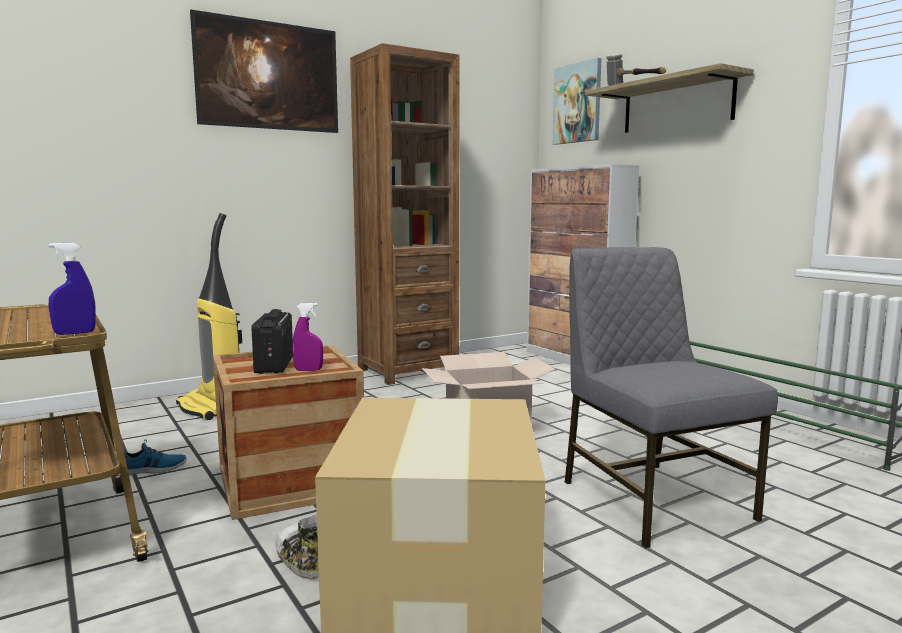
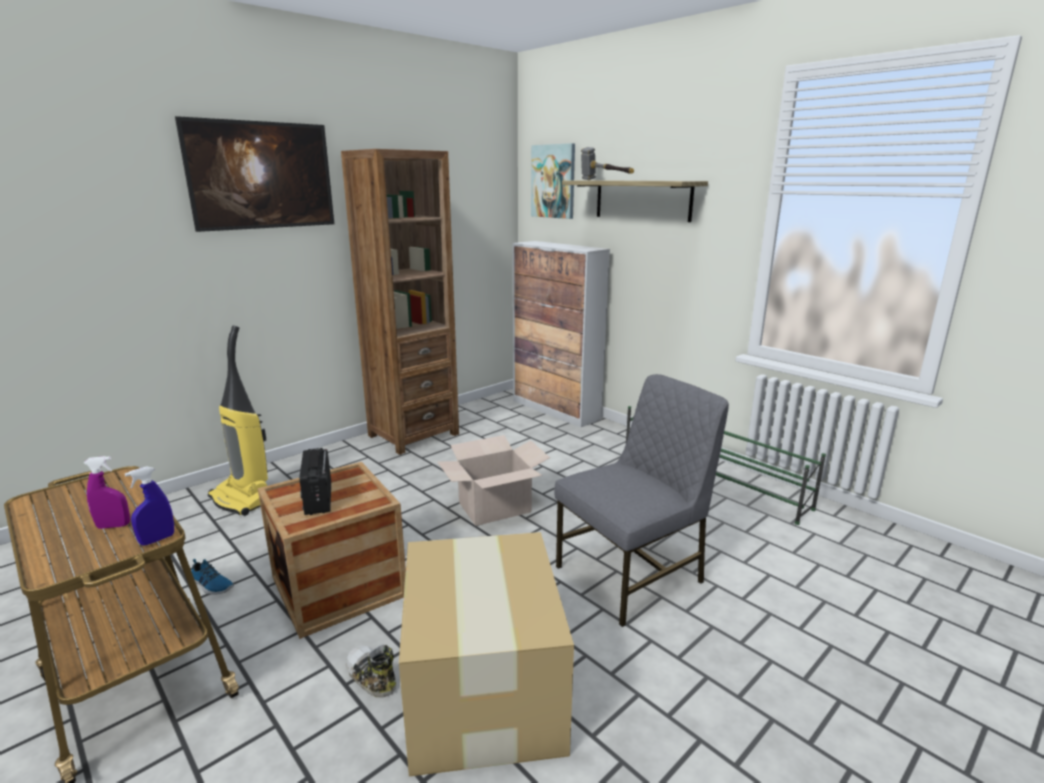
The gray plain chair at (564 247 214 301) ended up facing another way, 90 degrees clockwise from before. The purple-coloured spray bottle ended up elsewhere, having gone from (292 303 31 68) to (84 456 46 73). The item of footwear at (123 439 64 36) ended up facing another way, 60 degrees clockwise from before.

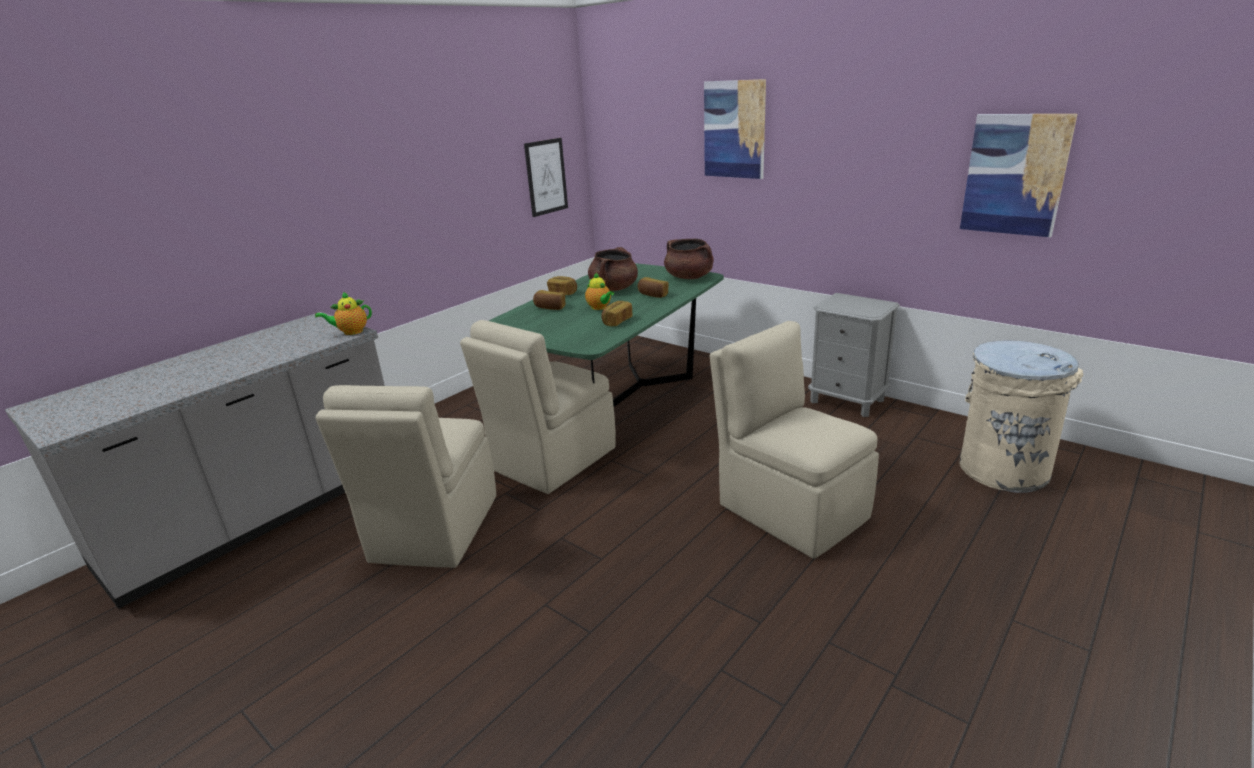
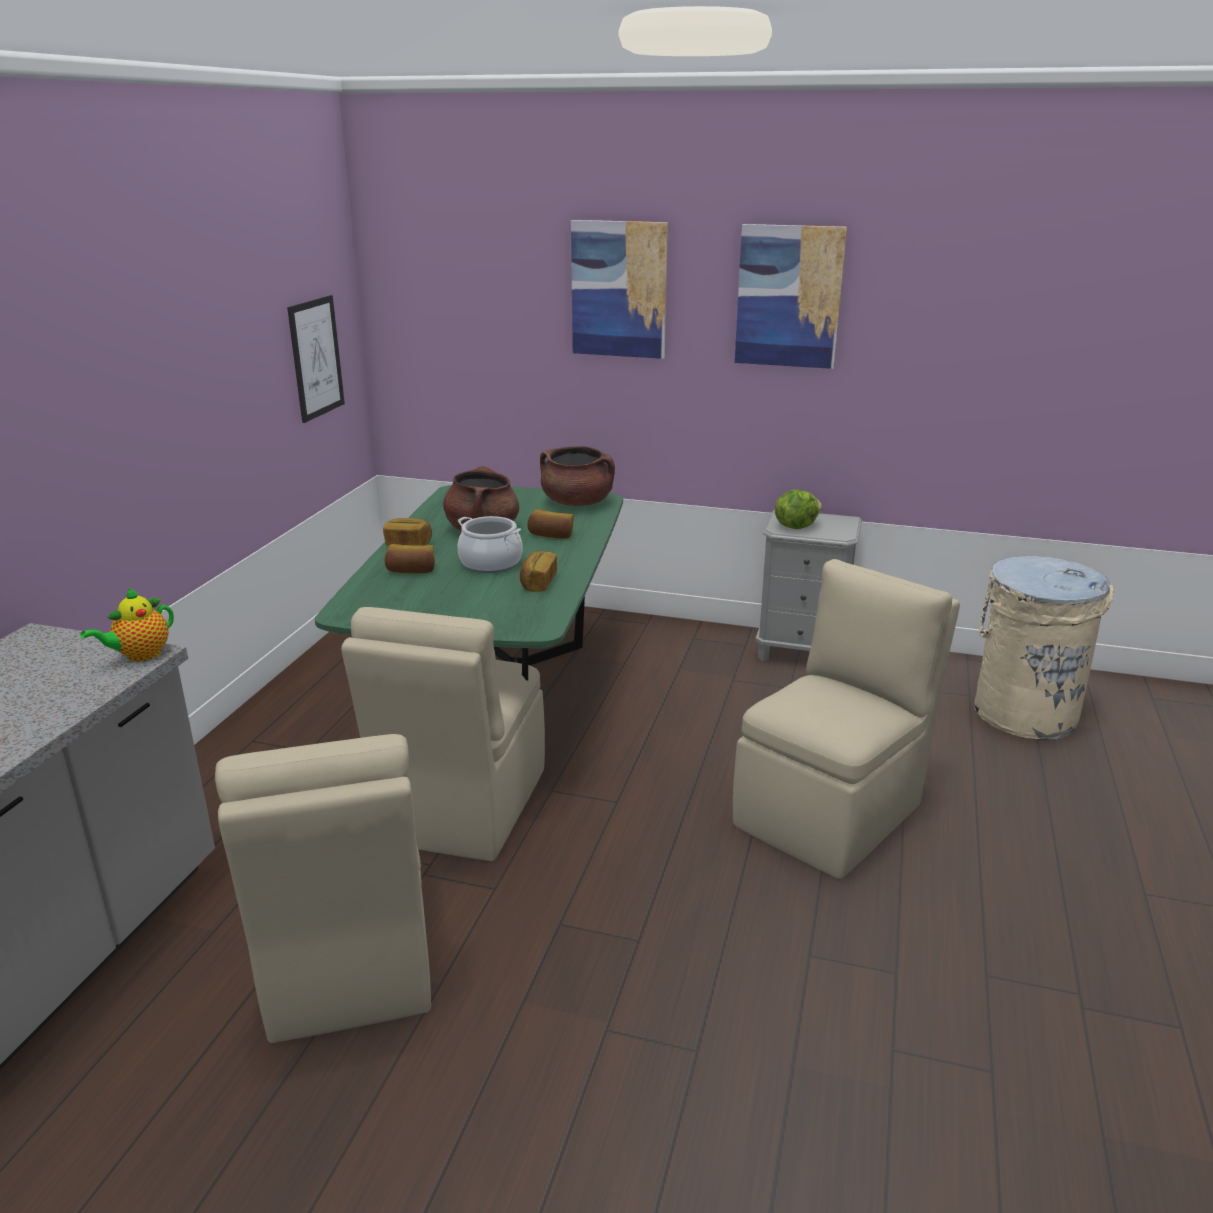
The picture ended up elsewhere, having gone from (960 114 117 123) to (735 224 112 145). Where the teapot stood at (585 272 29 38), the saucepot came to stand at (458 516 65 57). The sand-coloured plain chair at (710 321 169 237) ended up facing another way, 105 degrees clockwise from before. The second view gained the lettuce head at (775 490 47 39).

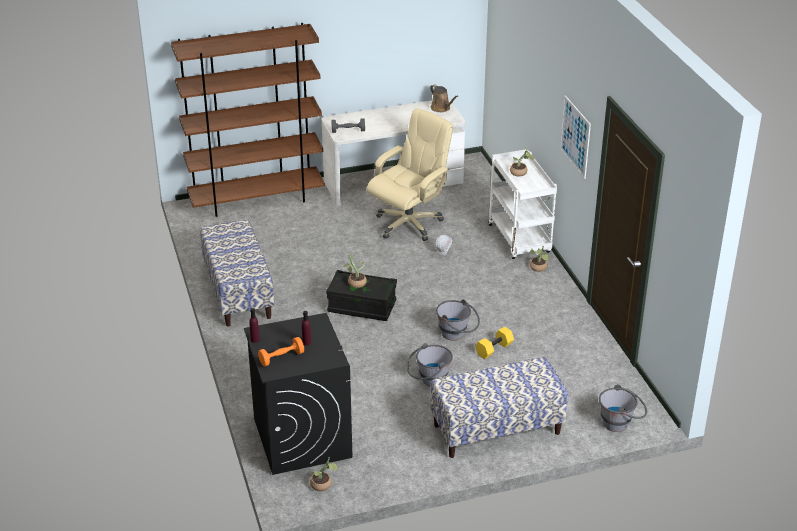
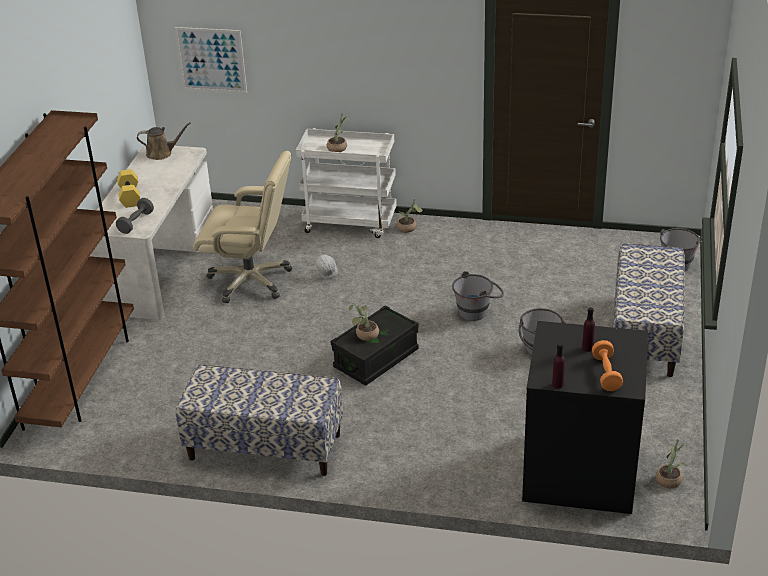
The picture ended up elsewhere, having gone from (560 95 31 84) to (175 27 72 66). The sand-coloured computer chair at (367 108 86 133) ended up facing another way, 120 degrees clockwise from before. The yellow hand weight ended up elsewhere, having gone from (475 327 39 32) to (117 169 23 39).

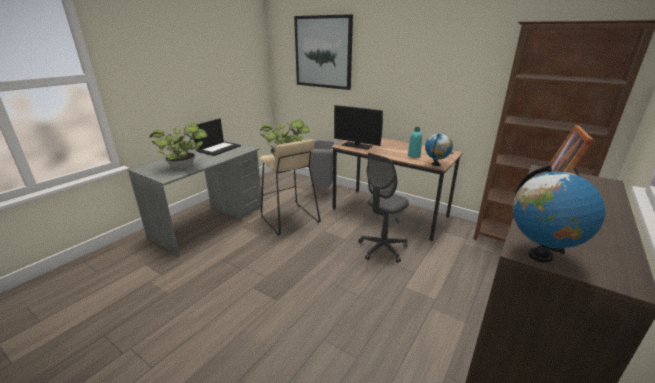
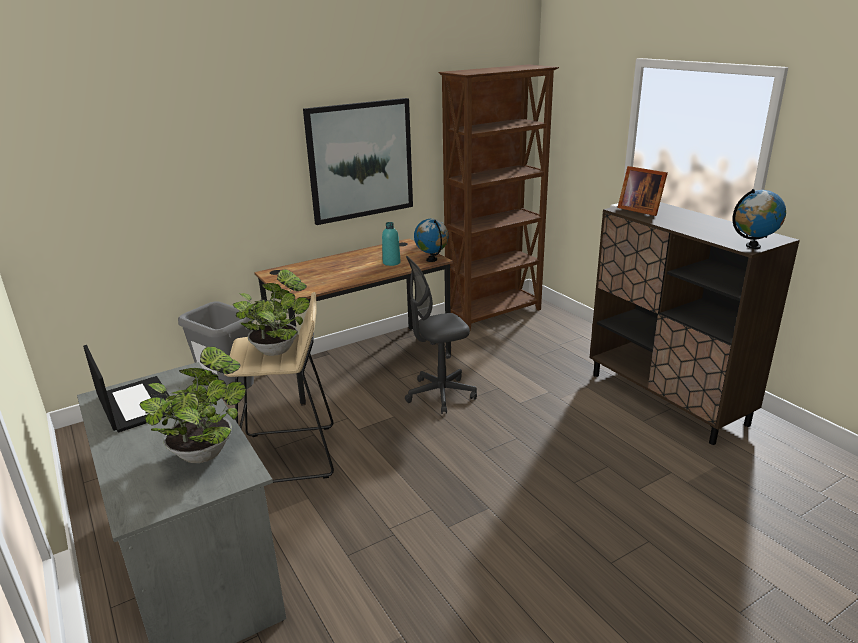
The picture ended up elsewhere, having gone from (294 14 59 76) to (303 98 110 127). The second view lost the monitor at (334 105 49 45). The gray computer chair at (358 153 51 110) ended up facing another way, 90 degrees clockwise from before.

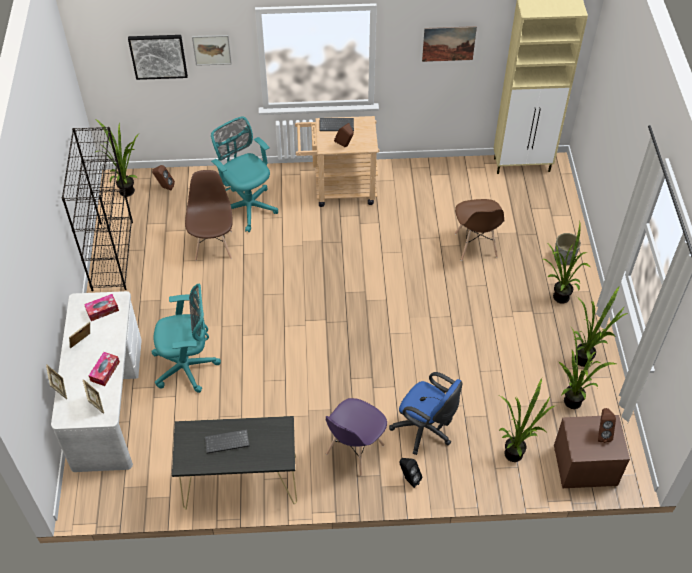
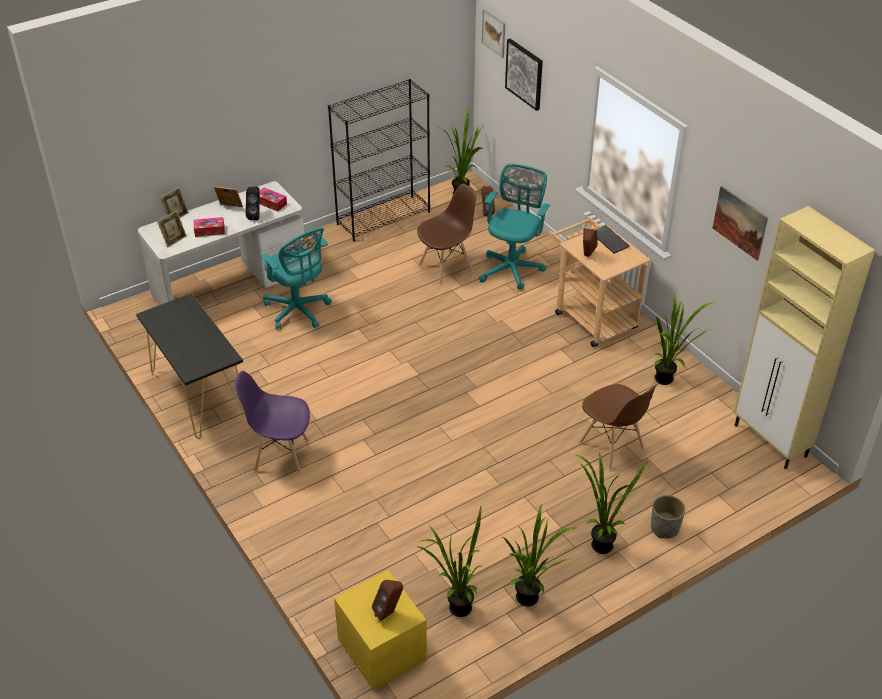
The picture ended up elsewhere, having gone from (192 35 40 31) to (482 9 23 49). The brown-coloured plain chair at (455 199 50 62) ended up facing another way, 90 degrees counterclockwise from before. The second view lost the blue-coloured computer chair at (389 372 73 83). The plant in a pot ended up elsewhere, having gone from (499 378 57 84) to (654 294 58 91). What was the brown-coloured bedside table at (554 415 76 73) turned into the yellow bedside table at (334 570 93 121). The second view lost the keyboard at (205 429 44 25). The blackish loudspeaker ended up elsewhere, having gone from (399 458 23 30) to (246 187 14 34).

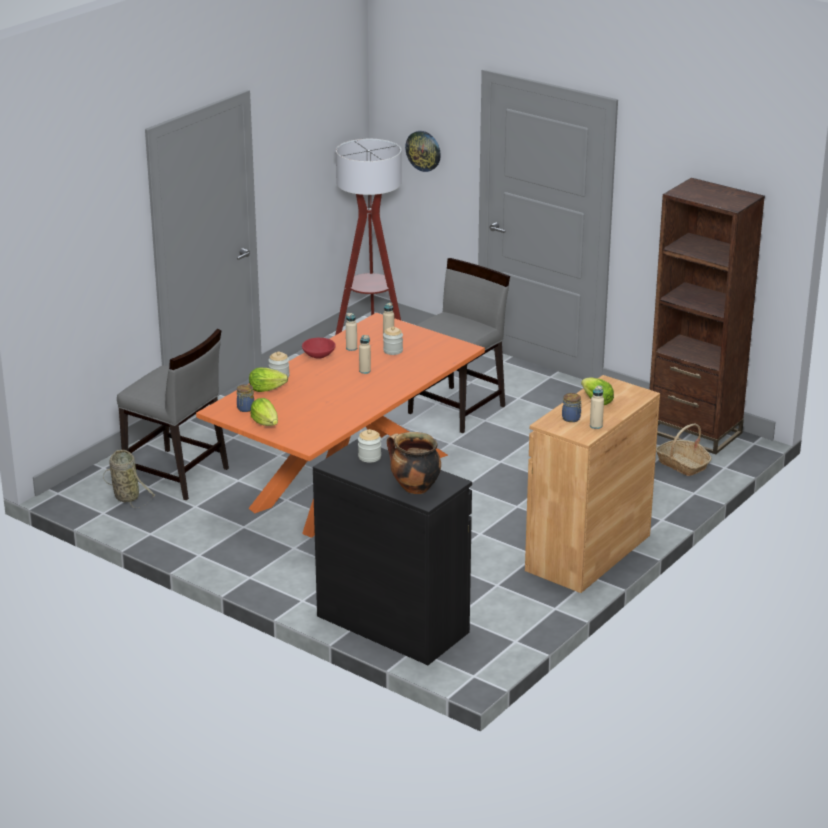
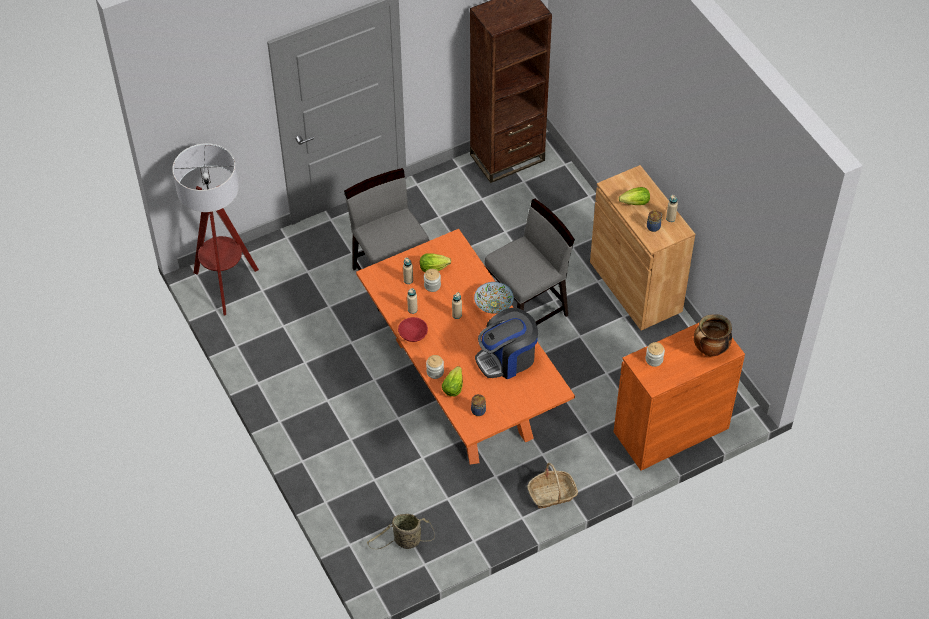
The second view lost the clock on the wall at (405 131 36 41). The gray plain chair ended up elsewhere, having gone from (117 329 112 172) to (485 199 90 126). The lettuce head ended up elsewhere, having gone from (251 398 27 28) to (420 253 31 19). The household basket ended up elsewhere, having gone from (656 423 55 53) to (528 463 50 46). What was the blackish storage cabinet at (313 439 159 226) turned into the orangey storage cabinet at (614 323 131 148). The second view gained the deep dish at (474 282 40 32). The second view gained the coffee brewer at (475 307 63 72).

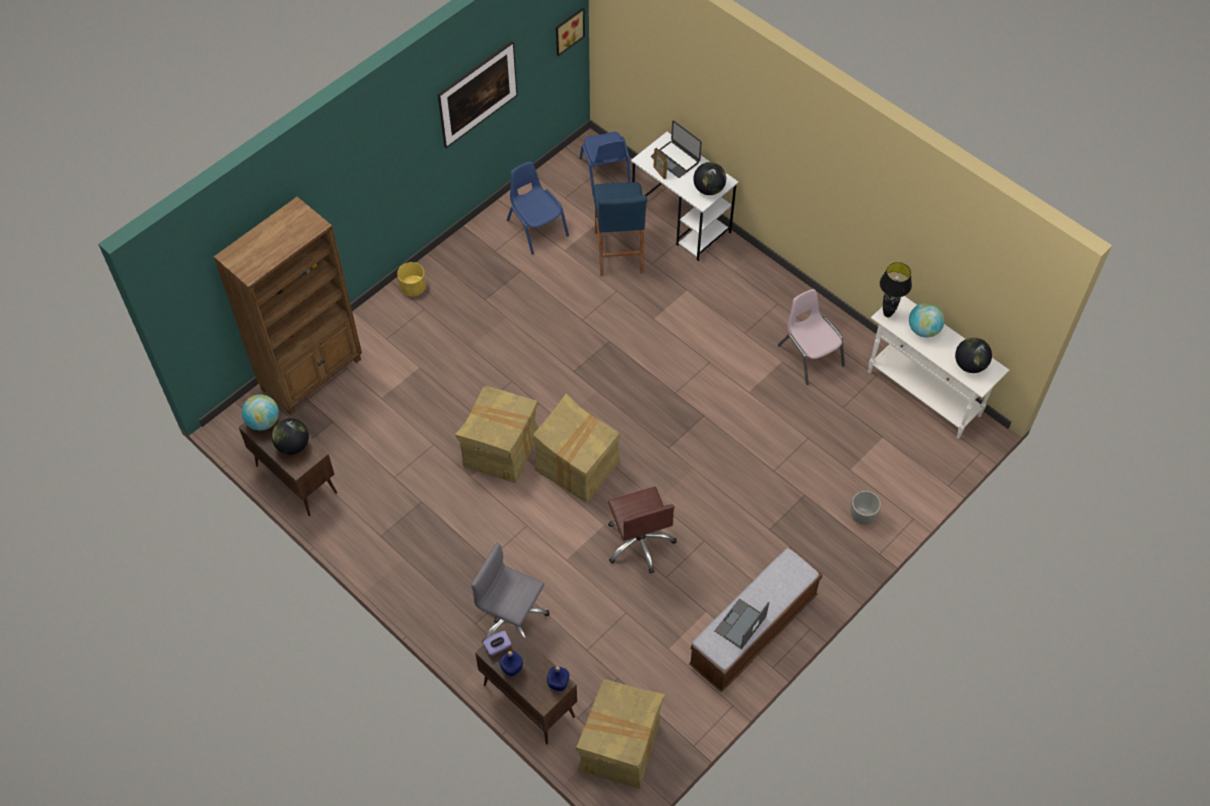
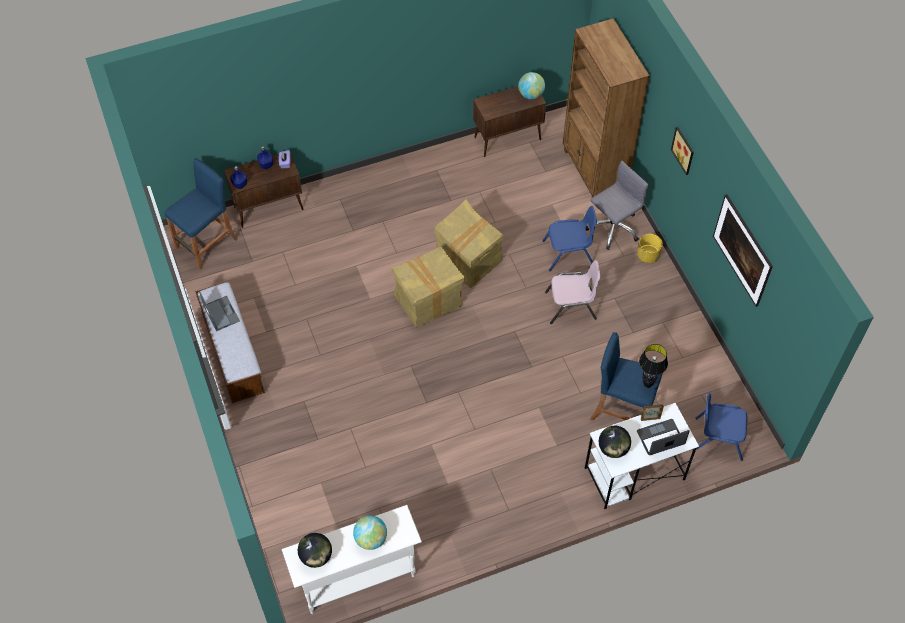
The picture ended up elsewhere, having gone from (556 8 29 48) to (671 127 23 48). The blue-coloured plain chair ended up elsewhere, having gone from (507 161 62 93) to (542 206 55 65). The blackish table lamp ended up elsewhere, having gone from (880 262 32 55) to (639 344 29 44). The pink plain chair ended up elsewhere, having gone from (778 289 67 96) to (545 260 55 64). The second view lost the globe at (272 418 37 37). The second view lost the brown-coloured computer chair at (608 487 69 87). The second view lost the plant pot at (850 491 31 34). The gray computer chair ended up elsewhere, having gone from (471 542 78 100) to (586 161 62 89). Where the cardboard box stood at (576 679 89 110), the blue-coloured sitting stool came to stand at (164 158 74 111).

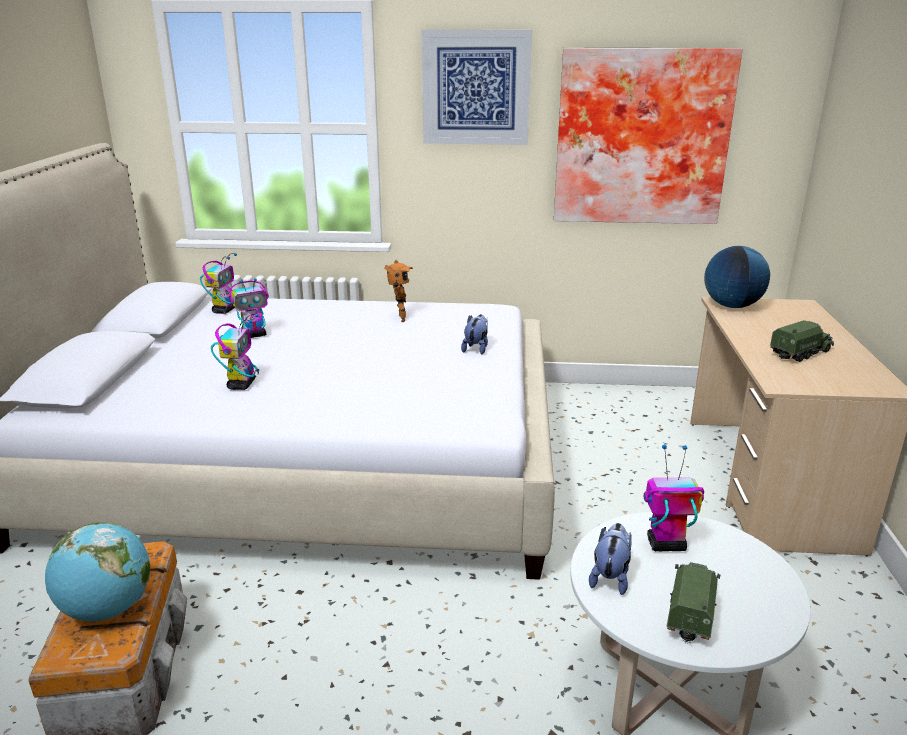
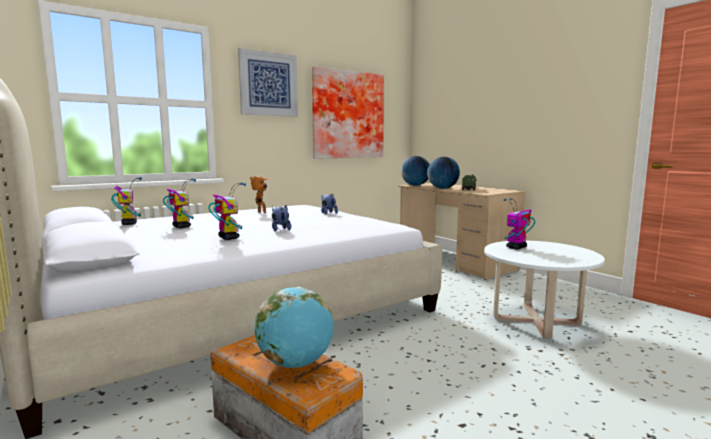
The robot figure at (230 278 39 60) ended up facing another way, 60 degrees counterclockwise from before. The cuddly toy ended up elsewhere, having gone from (589 523 43 72) to (272 205 19 27). The second view lost the toy lorry at (666 562 54 82). The second view gained the globe at (427 157 33 32).

